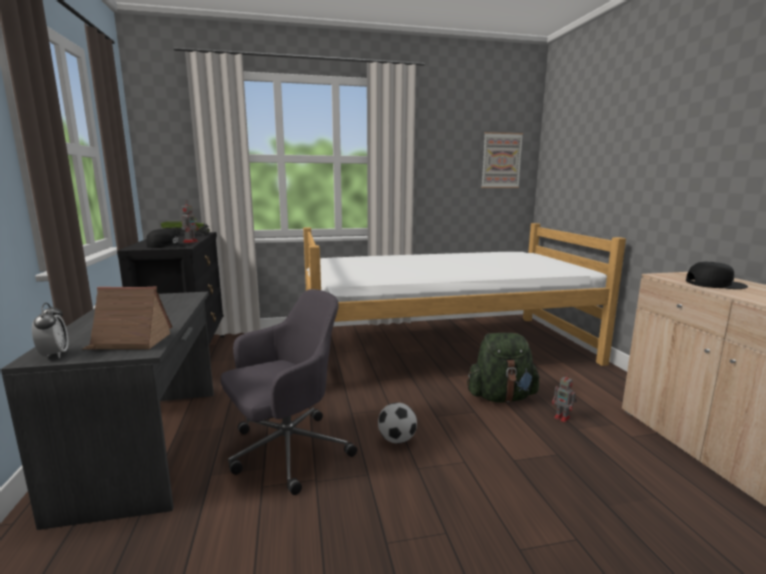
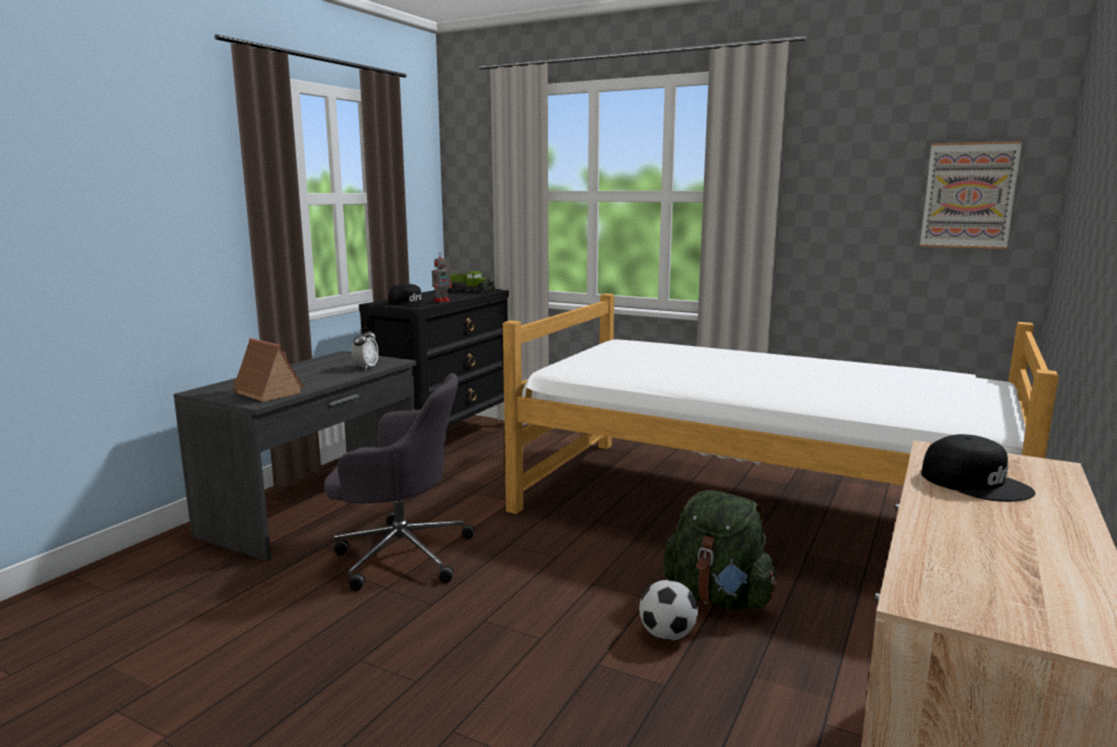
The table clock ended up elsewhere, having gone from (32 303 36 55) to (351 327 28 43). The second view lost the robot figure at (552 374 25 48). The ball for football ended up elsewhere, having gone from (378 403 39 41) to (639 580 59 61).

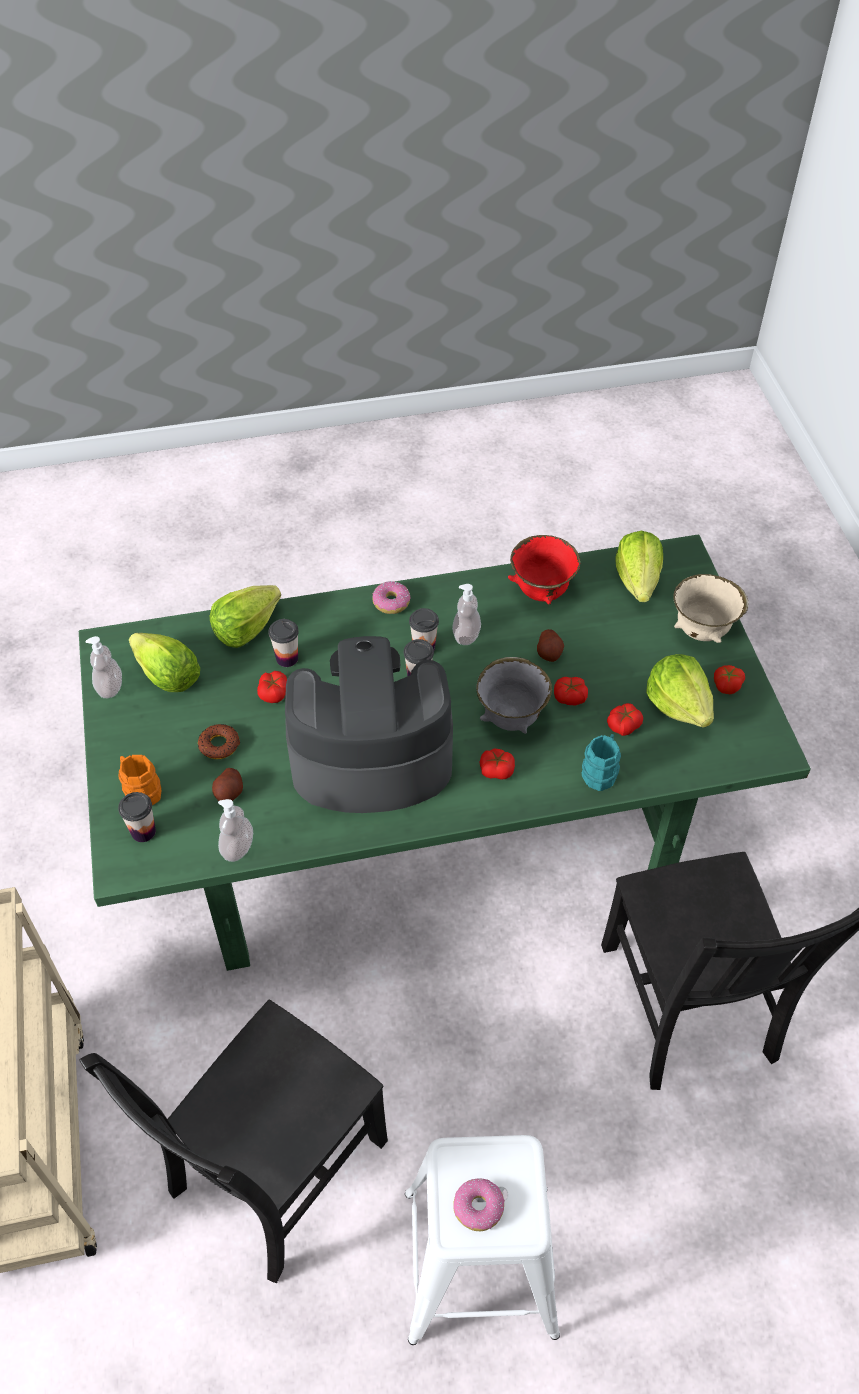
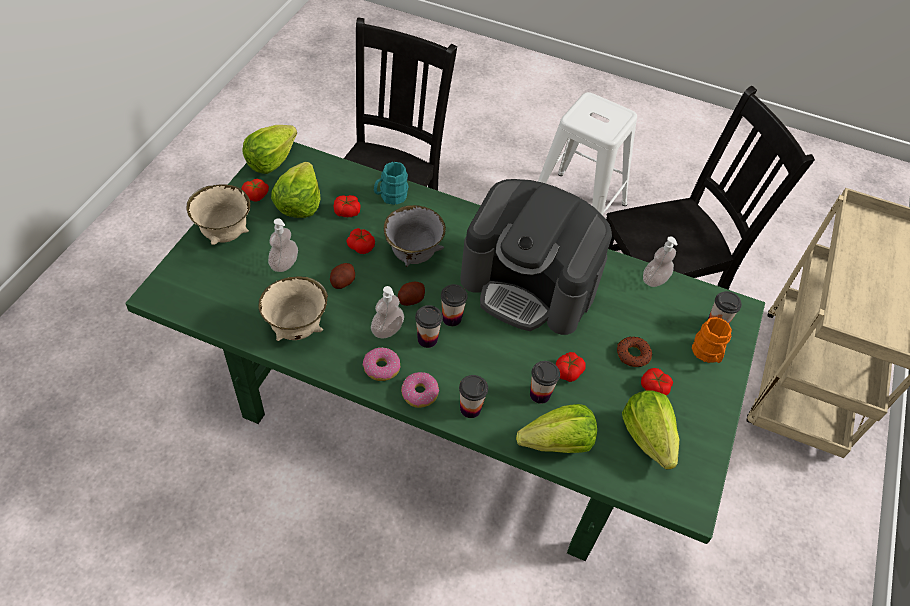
The lettuce head ended up elsewhere, having gone from (615 531 48 71) to (243 125 54 49). What was the red-coloured deep dish at (508 535 72 70) turned into the sand-coloured deep dish at (258 276 70 65). The soap bottle ended up elsewhere, having gone from (86 636 36 62) to (268 219 30 53). The whole tomato ended up elsewhere, having gone from (479 749 36 30) to (641 368 32 28). The whole potato ended up elsewhere, having gone from (212 768 31 33) to (398 281 27 25). The ring doughnut ended up elsewhere, having gone from (453 1178 52 53) to (363 347 38 34). The second view gained the drinking cup at (459 375 29 43).

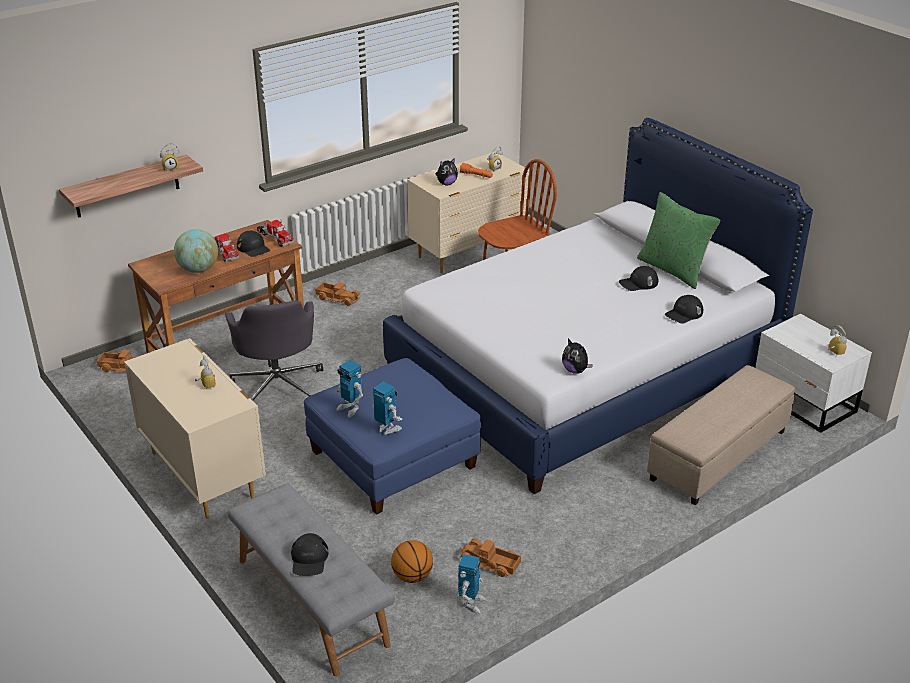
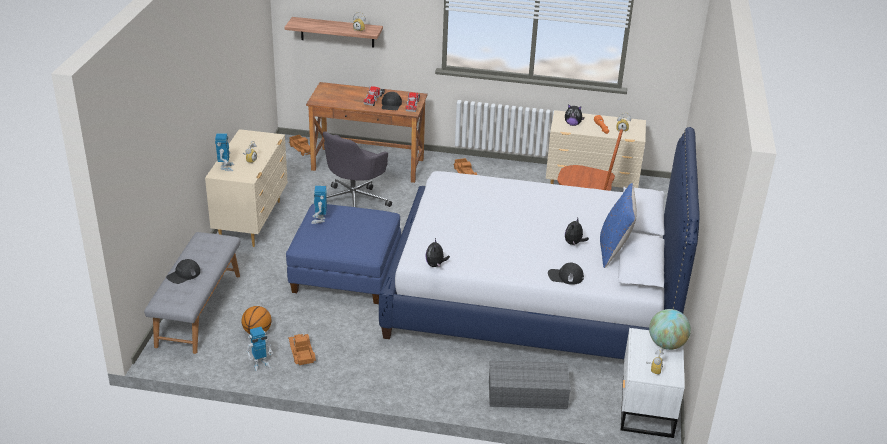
What was the green cushion at (637 192 84 97) turned into the blue-coloured cushion at (600 183 37 85). The globe ended up elsewhere, having gone from (174 229 44 44) to (649 309 42 41). Where the blackish baseball cap stood at (619 266 39 25), the cuddly toy came to stand at (565 218 24 27). Where the sand-coloured footrest stood at (647 365 148 140), the gray storage box came to stand at (489 360 82 49). The robot figure ended up elsewhere, having gone from (372 382 30 53) to (215 133 20 38).

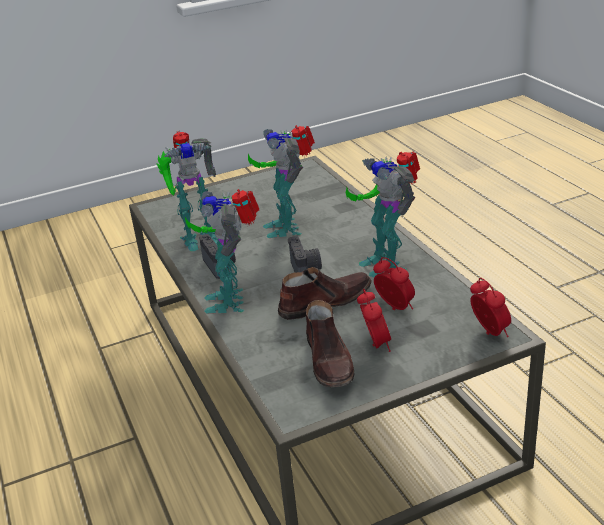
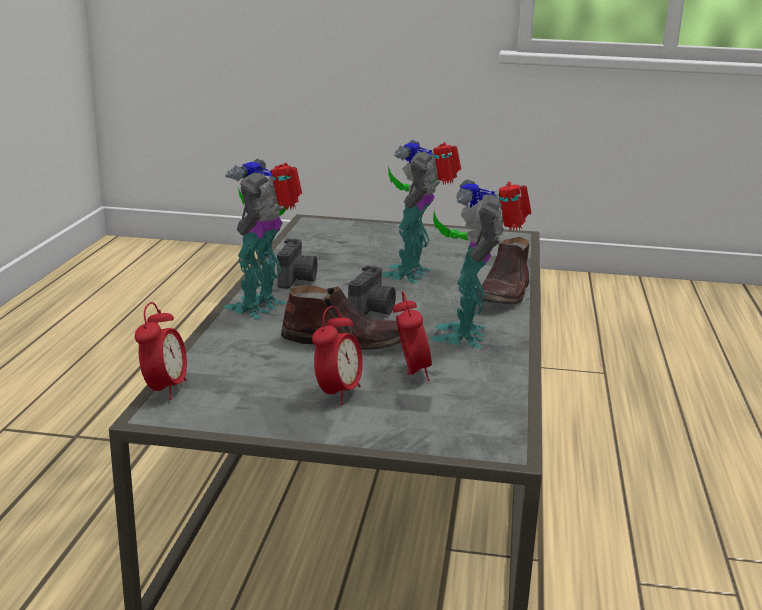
The second view lost the robot figure at (157 131 61 120). The table clock ended up elsewhere, having gone from (470 278 41 59) to (135 302 52 98). The brown-coloured item of footwear ended up elsewhere, having gone from (306 300 49 87) to (478 237 52 67).

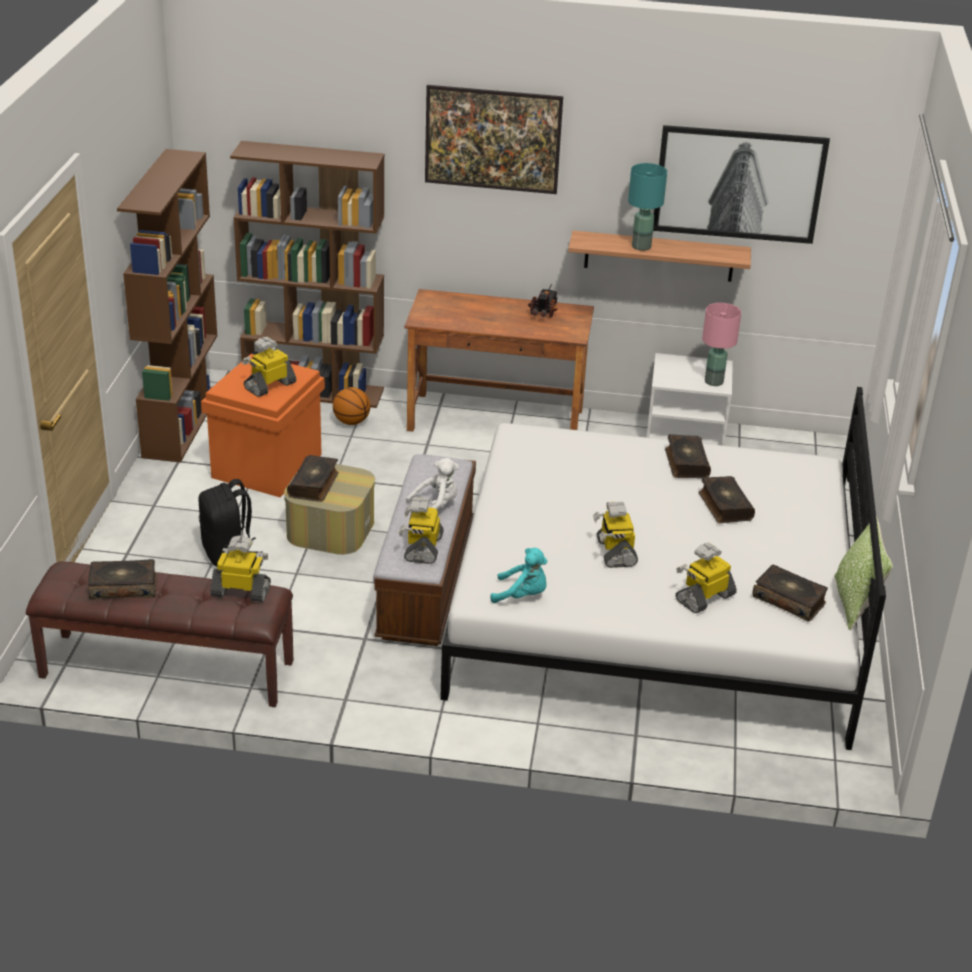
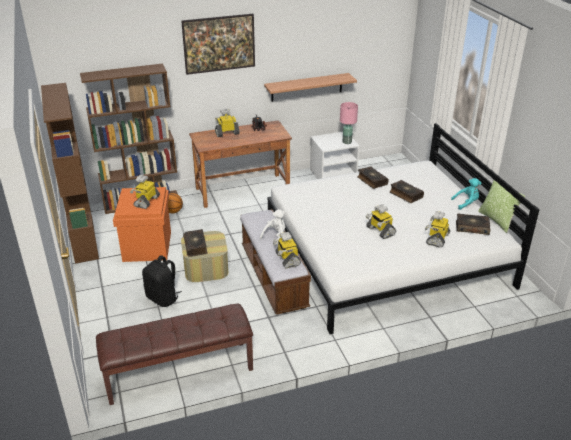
The second view lost the picture at (653 125 177 119). The second view lost the blue-green table lamp at (628 163 39 88). The robot figure ended up elsewhere, having gone from (211 535 60 67) to (215 108 25 29). The blue-green cuddly toy ended up elsewhere, having gone from (491 548 56 55) to (451 178 31 32). The second view lost the volume at (88 559 69 41).

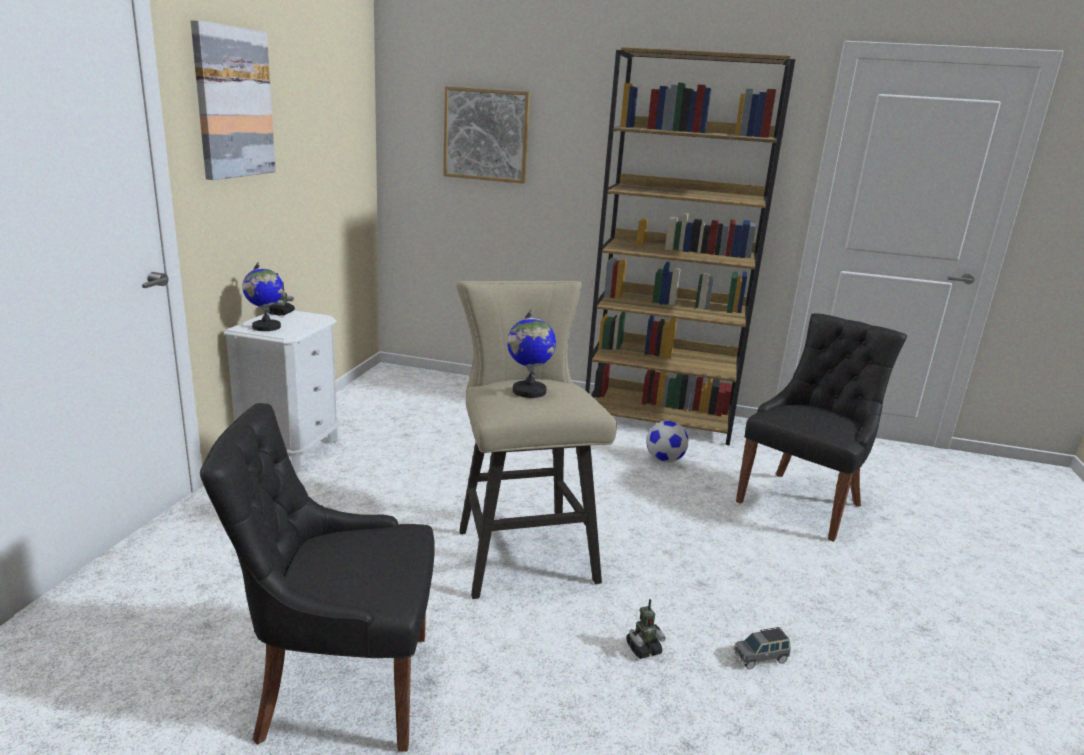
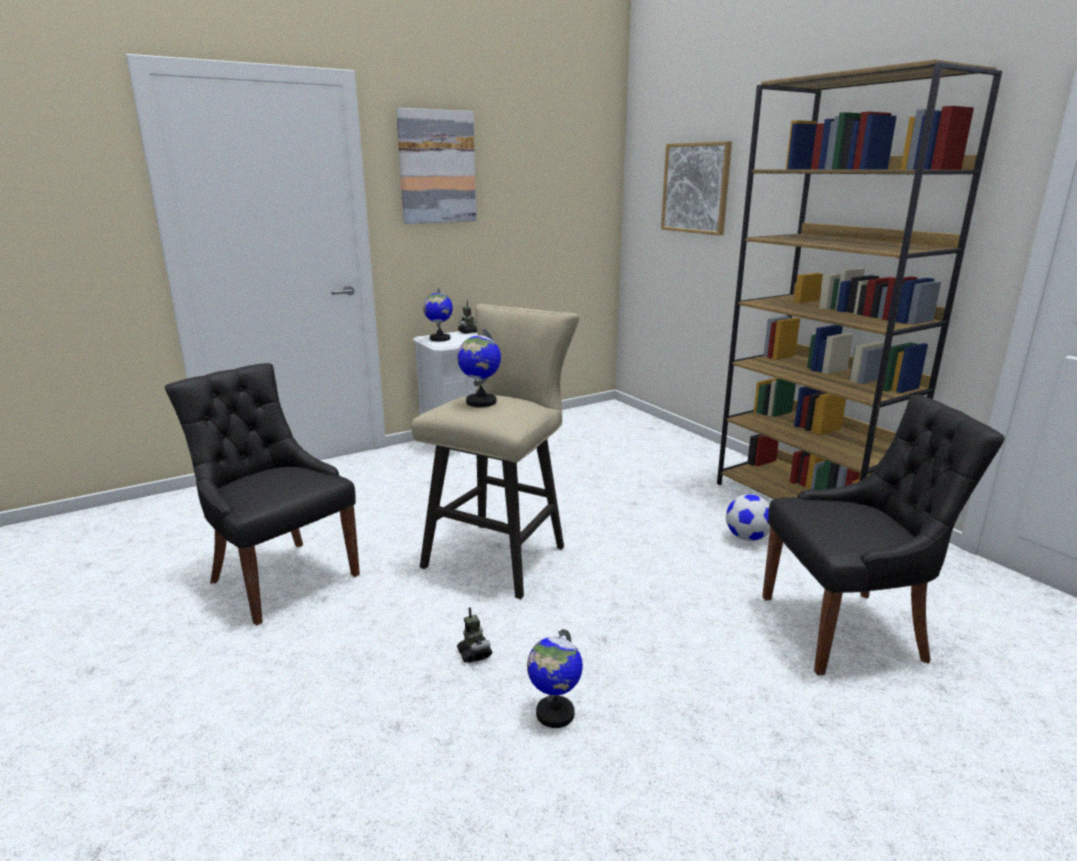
The robot figure at (626 599 40 60) ended up facing another way, 135 degrees counterclockwise from before. Where the gray miniature car stood at (734 627 57 42), the globe came to stand at (527 629 56 99).

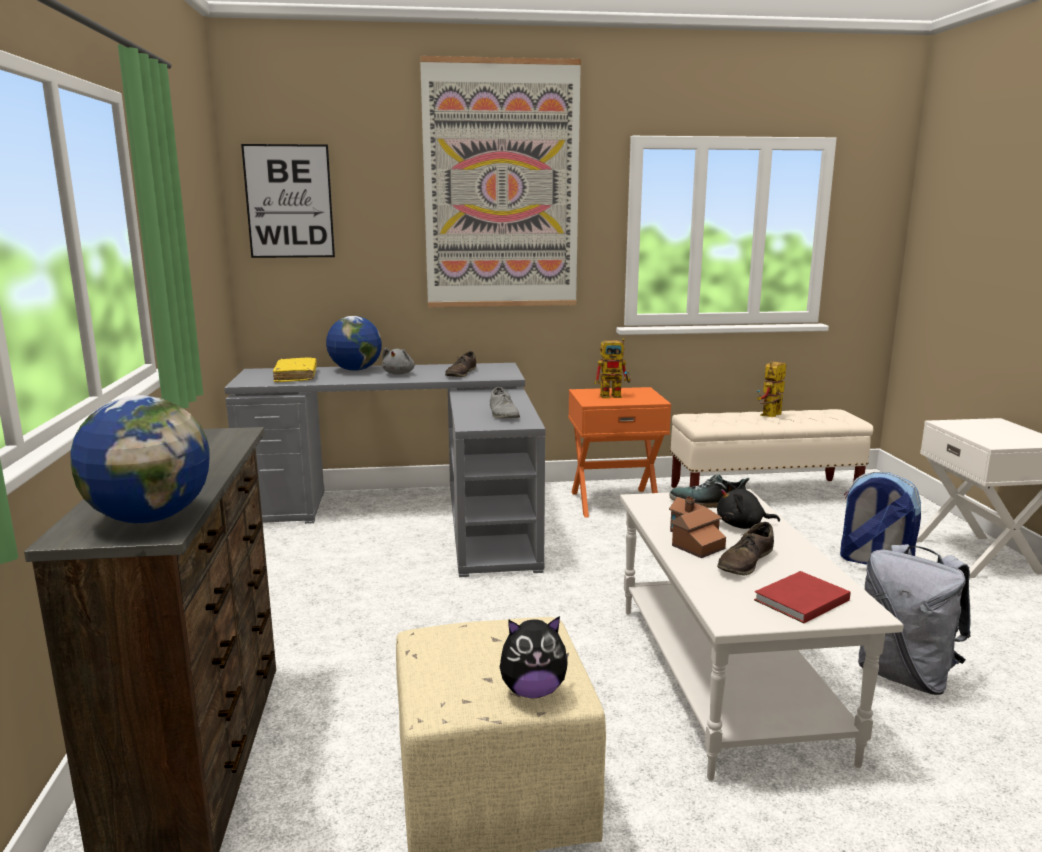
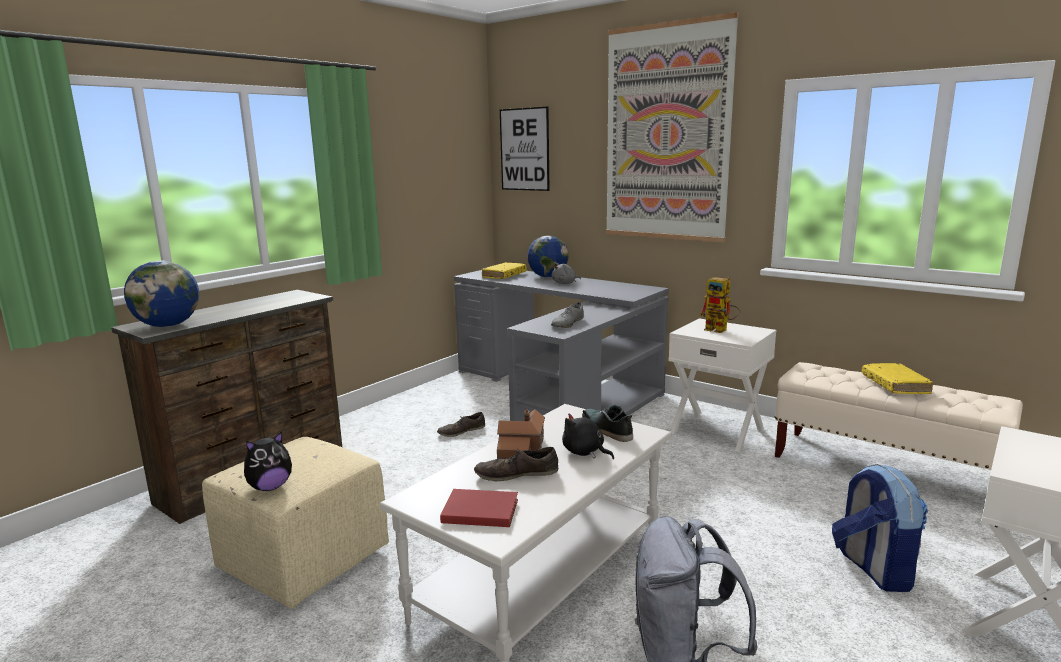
The brown-coloured item of footwear ended up elsewhere, having gone from (445 351 31 26) to (437 412 48 25). Where the robot figure stood at (757 362 29 55), the yellow volume came to stand at (862 363 71 31). What was the orangey bedside table at (568 387 103 130) turned into the white-coloured bedside table at (668 318 108 134). The cuddly toy at (500 616 69 82) ended up facing another way, 75 degrees counterclockwise from before.

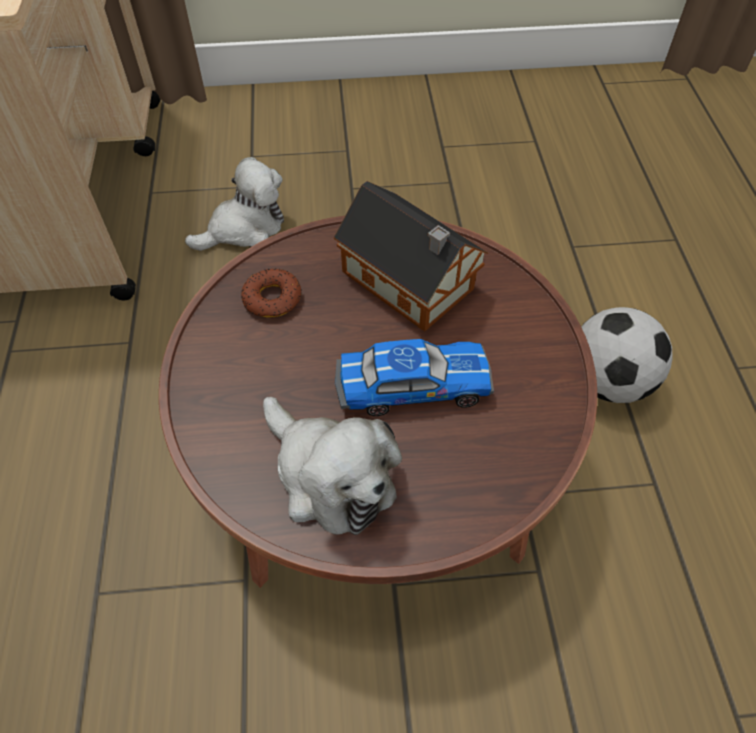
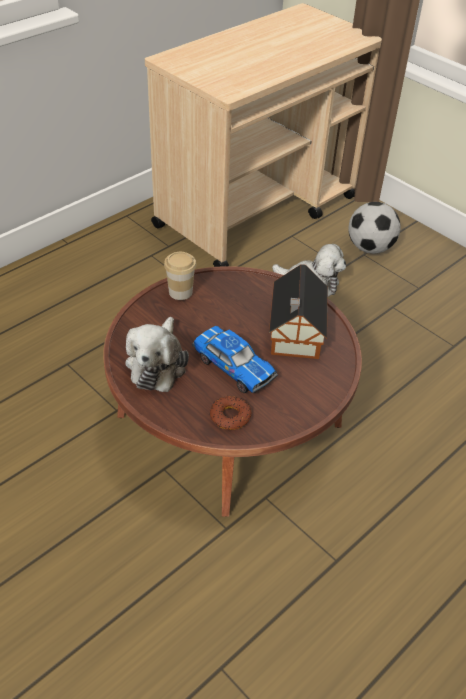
The ring doughnut ended up elsewhere, having gone from (241 269 61 49) to (210 396 41 34). The ball for football ended up elsewhere, having gone from (581 307 92 96) to (349 202 52 52). The second view gained the drinking cup at (164 252 32 48).

